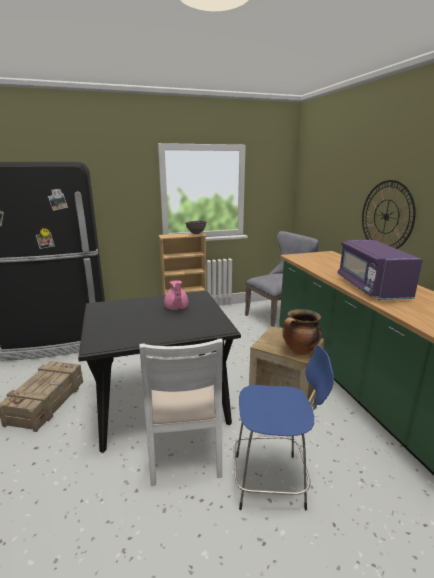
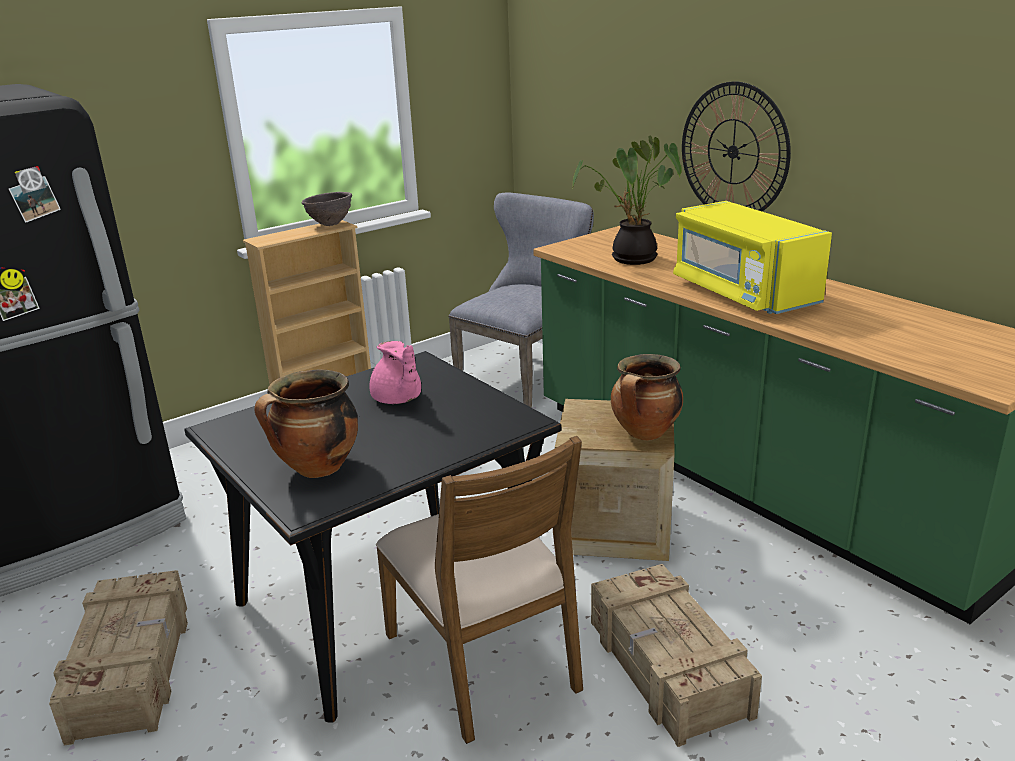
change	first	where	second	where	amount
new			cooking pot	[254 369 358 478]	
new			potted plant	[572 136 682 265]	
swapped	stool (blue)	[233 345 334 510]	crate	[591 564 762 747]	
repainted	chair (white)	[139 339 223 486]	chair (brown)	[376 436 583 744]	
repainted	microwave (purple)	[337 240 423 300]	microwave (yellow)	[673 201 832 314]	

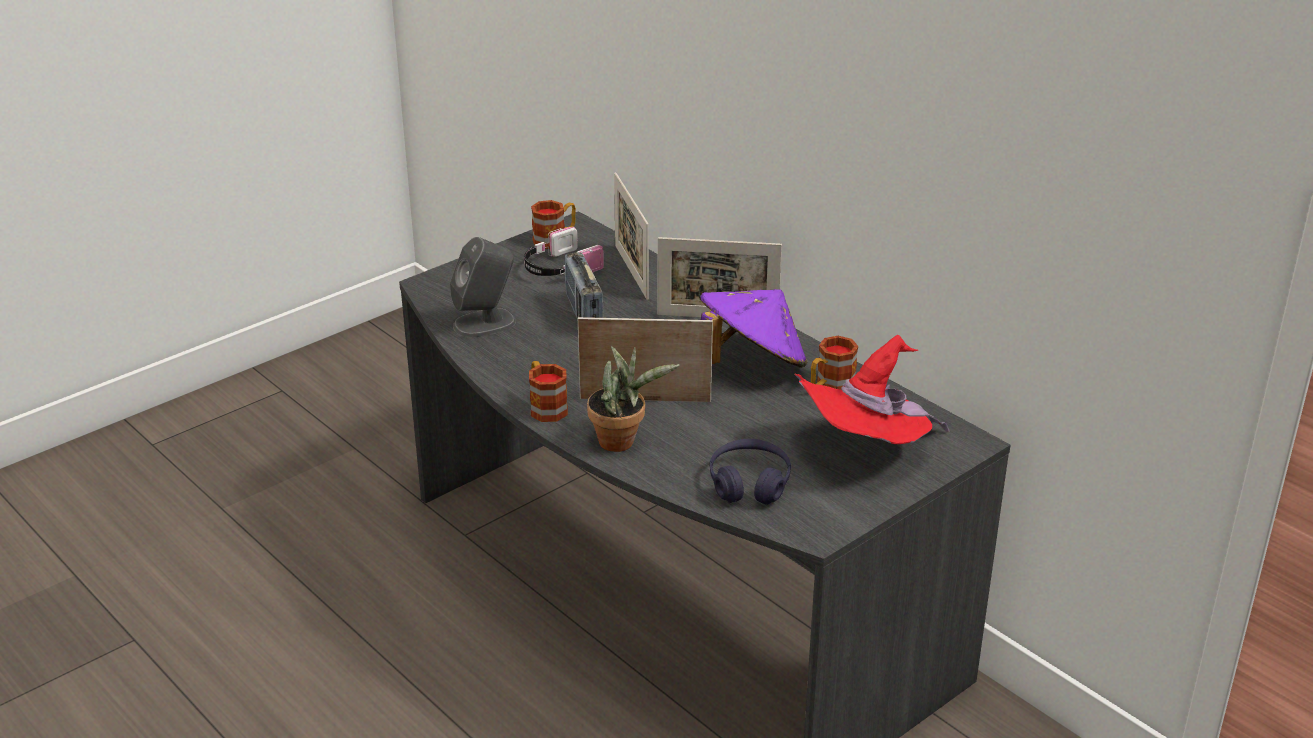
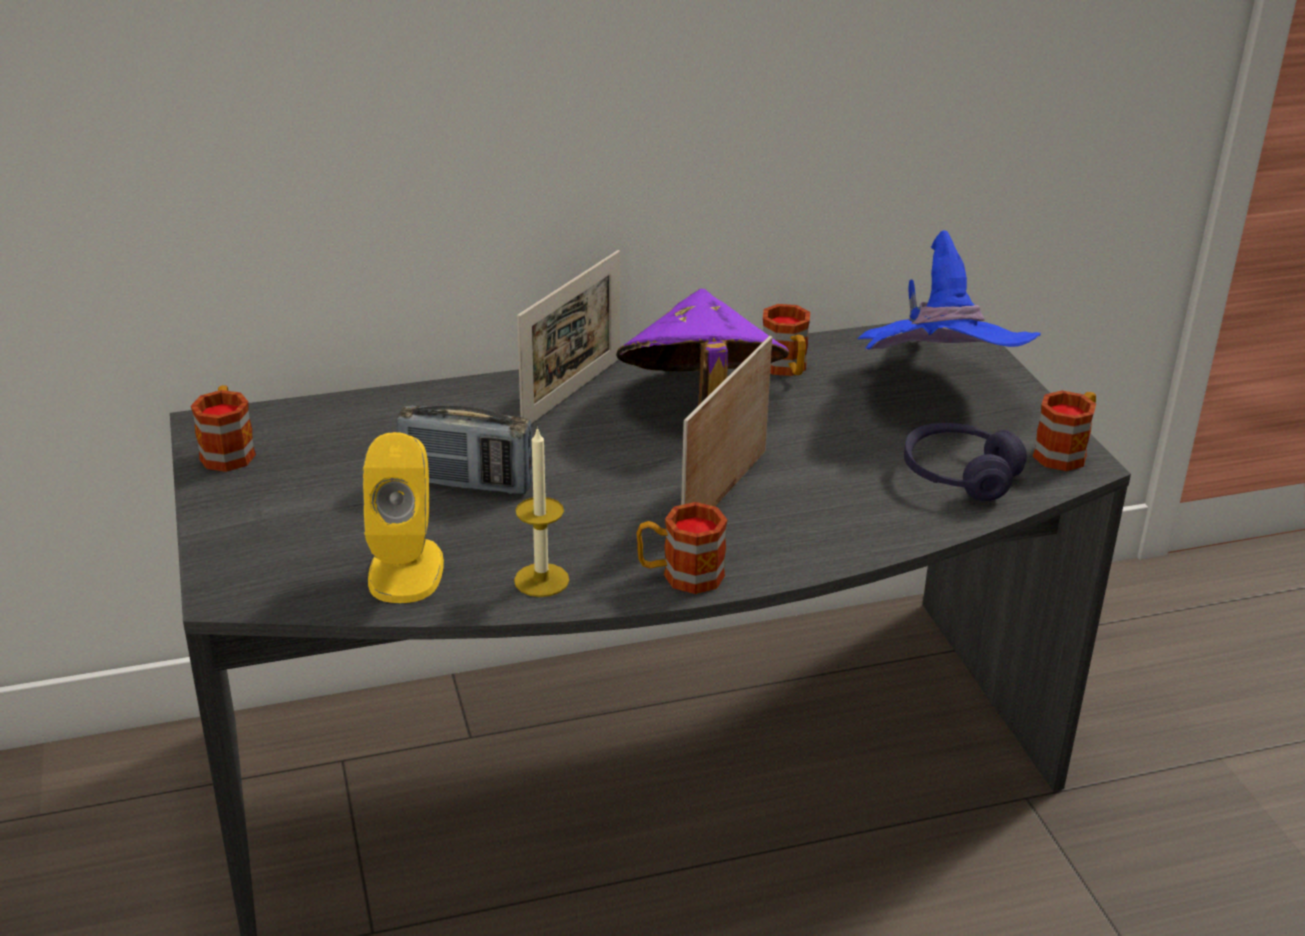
change	first	where	second	where	amount
gone	headphones	[524 227 604 276]			
gone	potted plant	[587 346 680 452]			
gone	picture frame	[614 172 649 300]			
new			candle	[514 427 569 597]	
new			mug	[1033 390 1096 471]	
repainted	speaker (grey)	[450 237 516 337]	speaker (yellow)	[363 432 444 603]	
repainted	hat (red)	[794 335 950 444]	hat (blue)	[858 230 1041 350]	

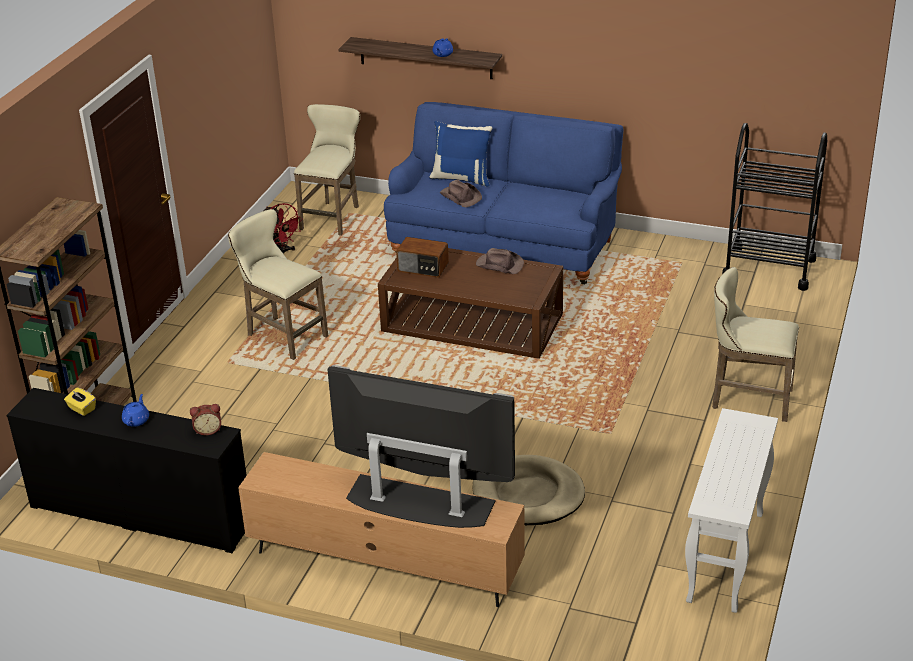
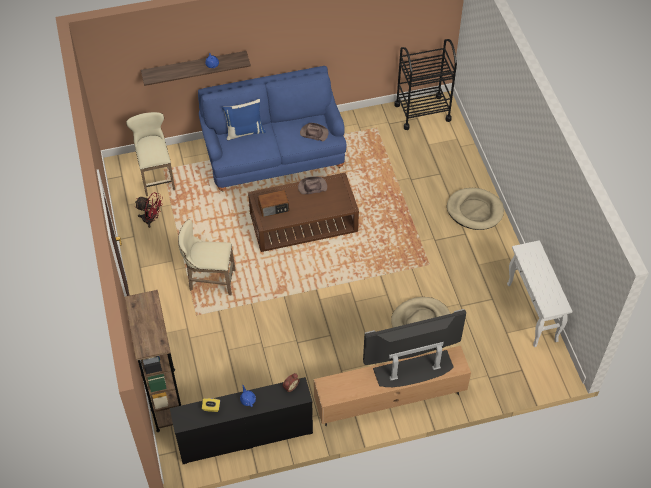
change	first	where	second	where	amount
shifted	hat (brown)	[440 179 482 207]		[300 123 329 141]	
swapped	stool (beige)	[712 267 799 422]	dog bed (beige)	[447 188 504 230]	

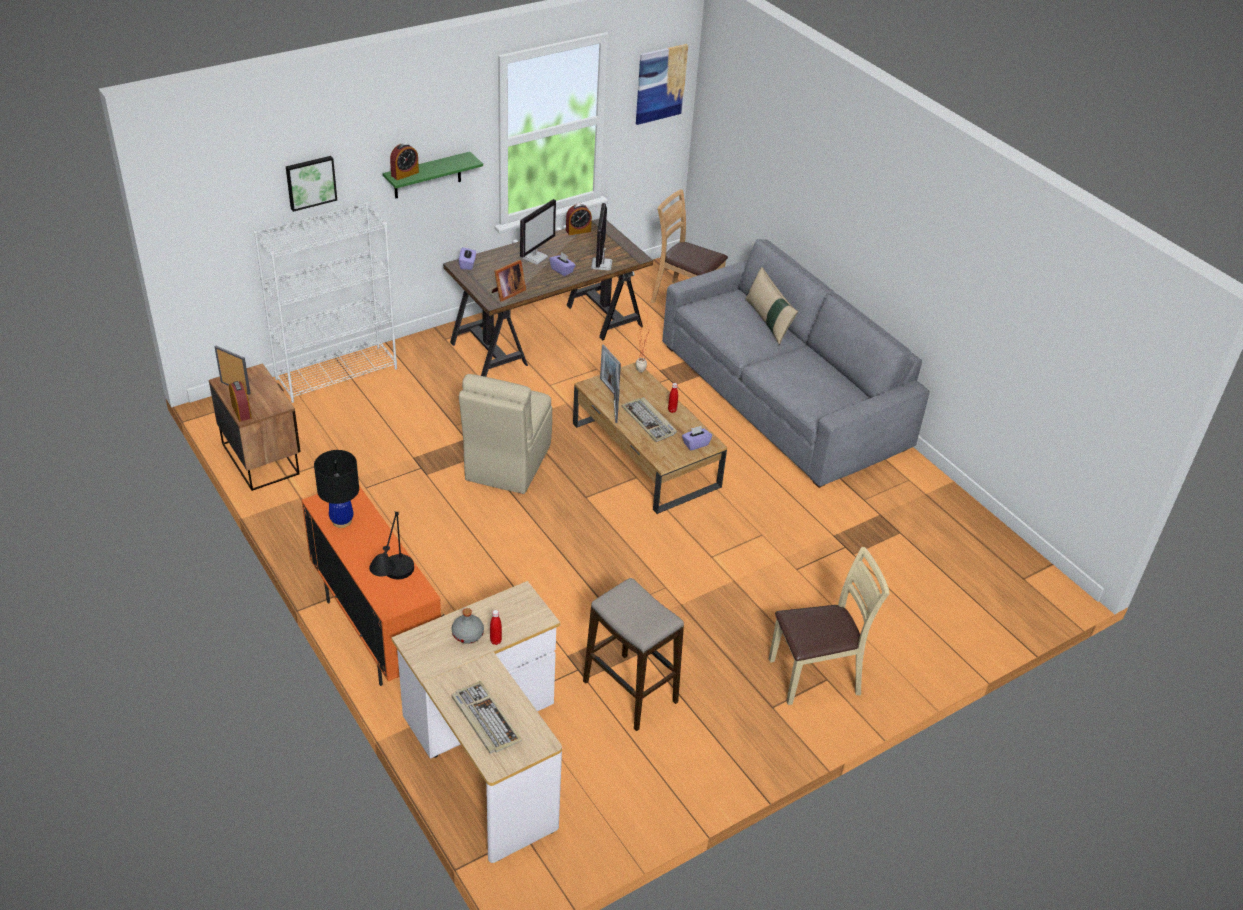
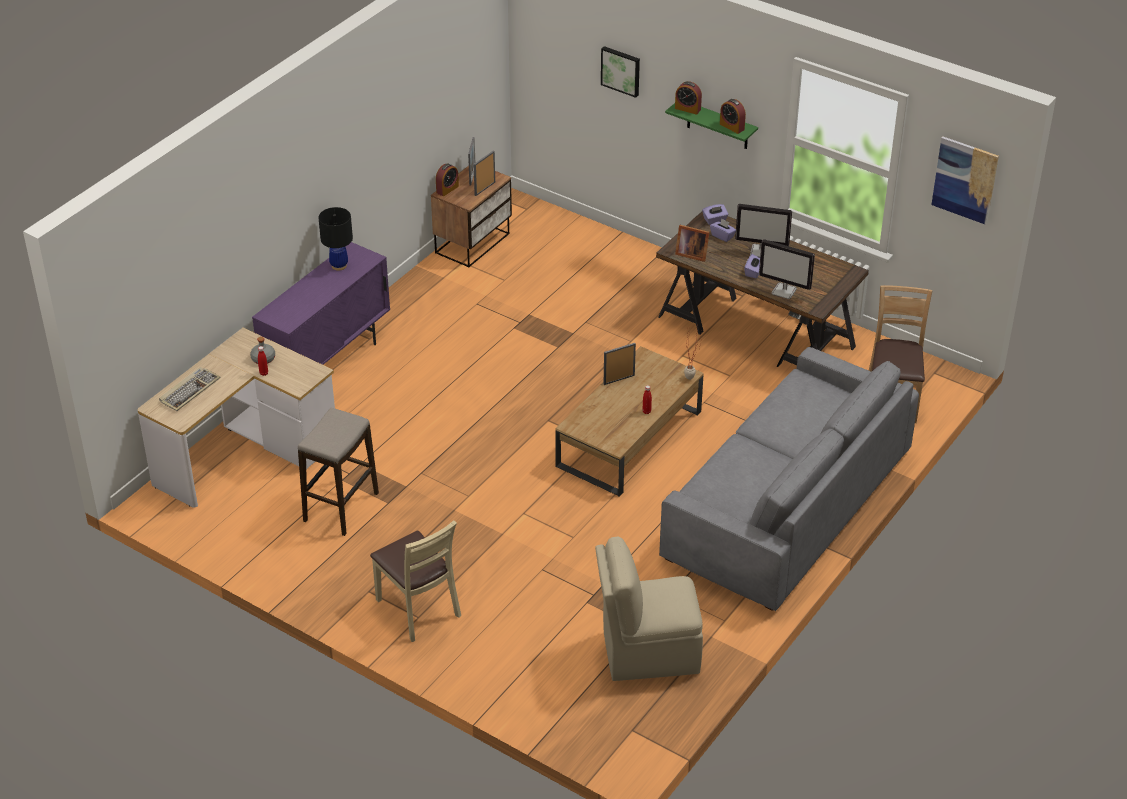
change	first	where	second	where	amount
gone	bookcase (white)	[254 203 397 403]			
gone	table lamp (black)	[369 511 414 579]			
gone	keyboard	[622 397 677 442]			
gone	pillow (beige)	[745 267 798 345]			
shifted	chair (beige)	[459 374 552 494]		[595 536 703 681]	
shifted	alarm clock	[566 204 592 235]		[720 99 746 134]	
shifted	picture frame	[600 344 621 394]		[474 150 495 196]	
shifted	tissue box (purple)	[682 426 712 450]		[710 218 736 242]	
repainted	cabinet (orange)	[301 486 444 686]	cabinet (purple)	[252 242 390 365]	
rotated	monitor	[591 203 612 270]		[759 239 815 299]	135 degrees counterclockwise

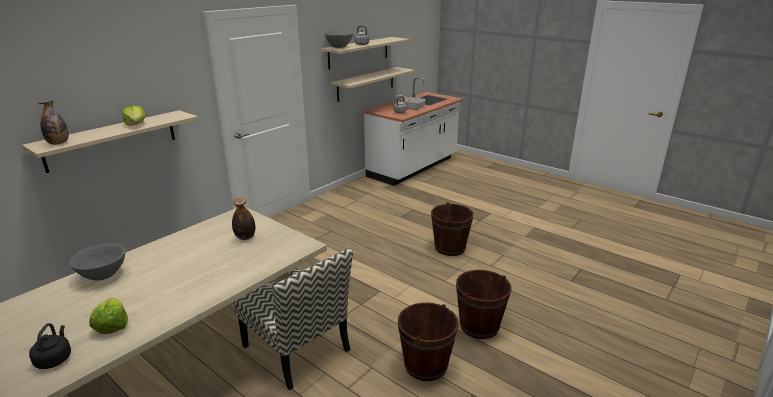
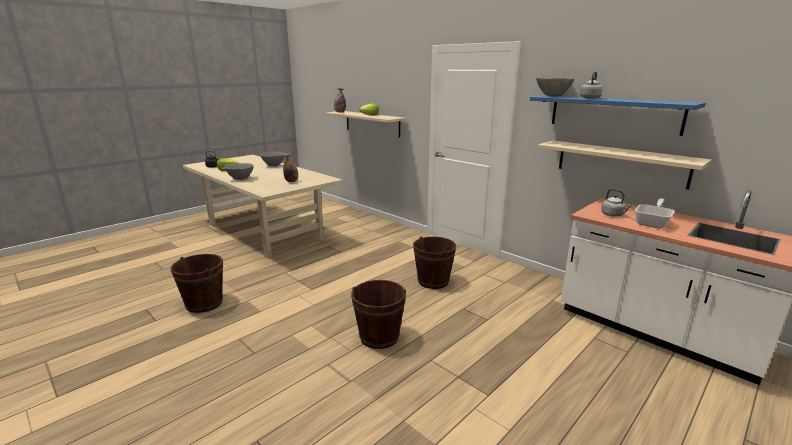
change	first	where	second	where	amount
gone	chair	[233 248 353 390]			
new			bowl (grey)	[225 163 254 180]	
shifted	bucket (brown)	[456 270 511 339]		[413 236 456 289]	
repainted	shelf (beige)	[321 37 409 70]	shelf (blue)	[530 95 705 136]	

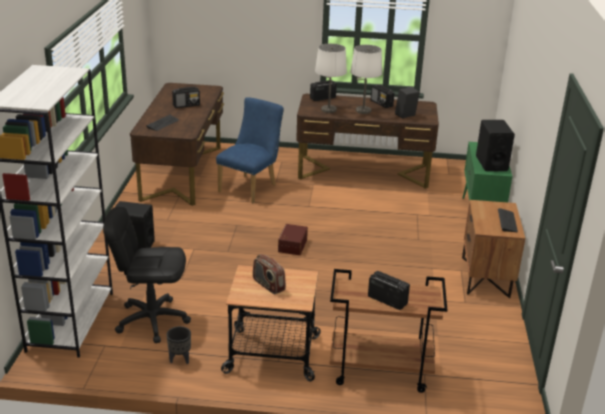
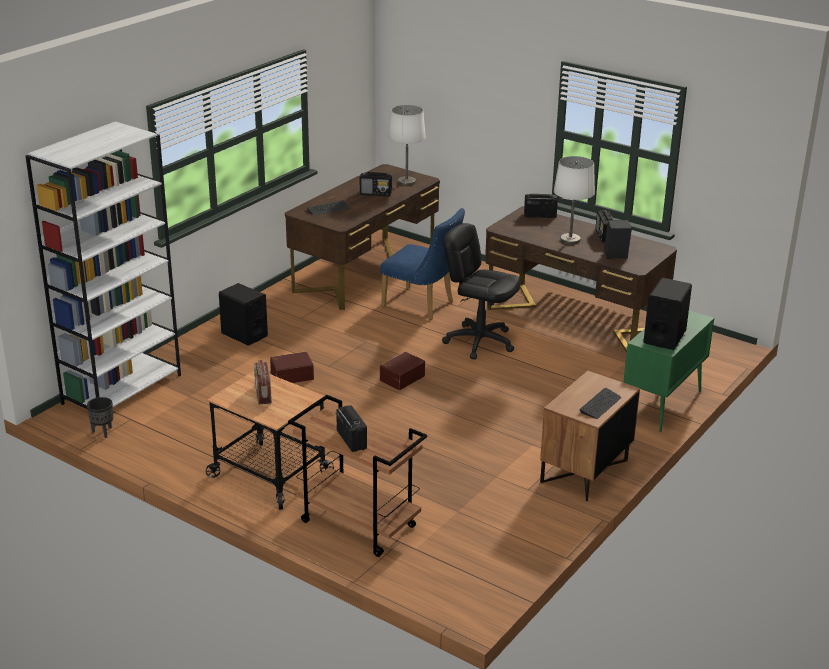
change	first	where	second	where	amount
new			storage box (brown)	[270 352 314 383]	
shifted	office chair (black)	[103 207 191 343]		[442 223 520 359]	
shifted	planter (black)	[166 326 191 364]		[87 397 113 438]	
shifted	table lamp (white)	[315 44 347 113]		[389 105 426 186]	
rotated	chair (blue)	[216 97 284 203]		[380 208 465 319]	60 degrees clockwise

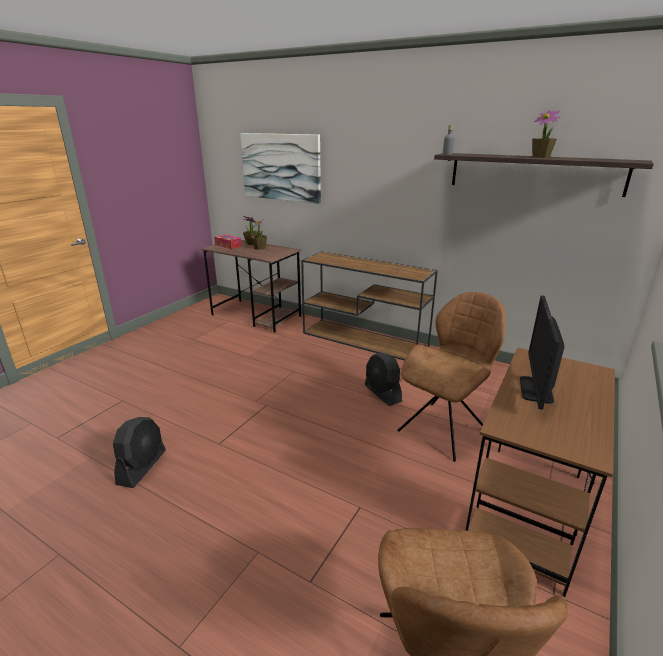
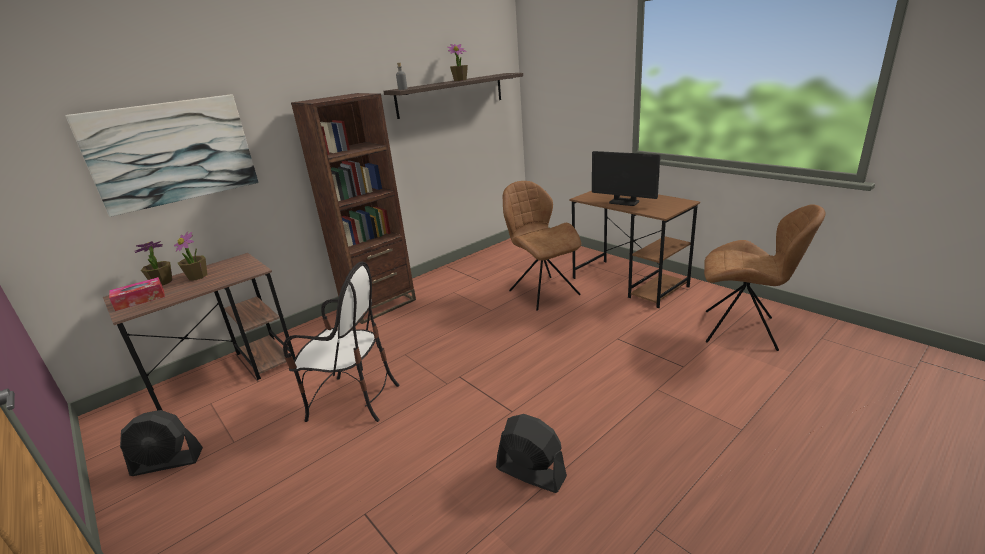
change	first	where	second	where	amount
new			chair	[283 261 399 422]	
shifted	fan (black)	[365 353 402 406]		[120 410 203 476]	
swapped	console table (brown)	[301 251 438 361]	bookcase (brown)	[291 93 416 324]	

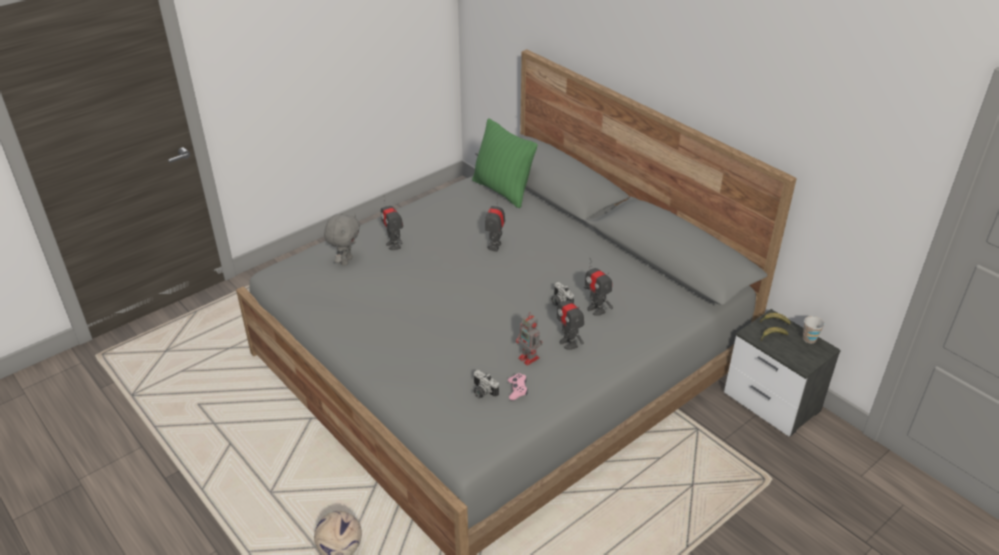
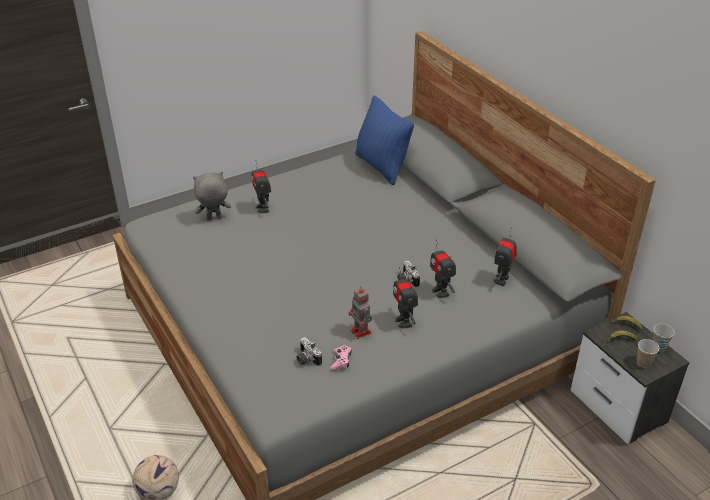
change	first	where	second	where	amount
new			cup	[637 339 660 368]	
shifted	toy robot	[485 195 505 252]		[494 227 517 286]	
repainted	pillow (green)	[472 118 538 208]	pillow (blue)	[355 95 414 185]	
rotated	plush toy (grey)	[324 213 360 265]		[193 172 231 220]	135 degrees counterclockwise

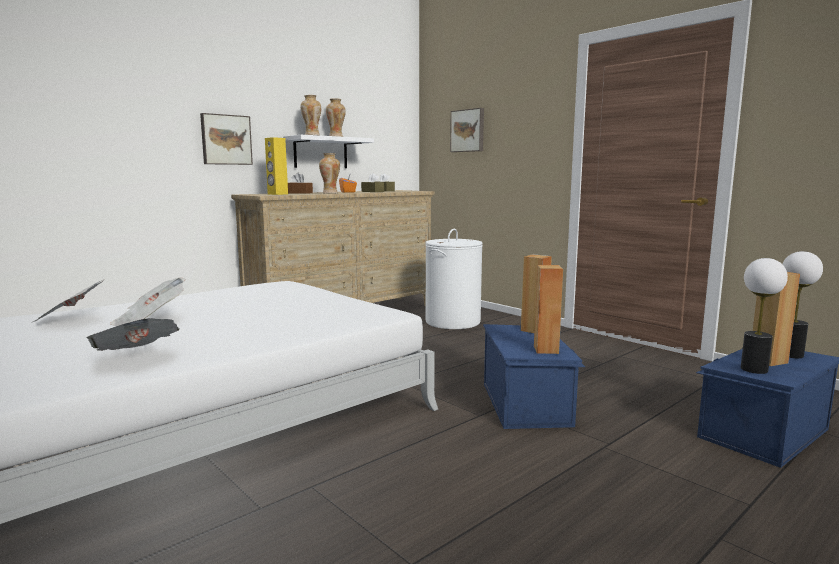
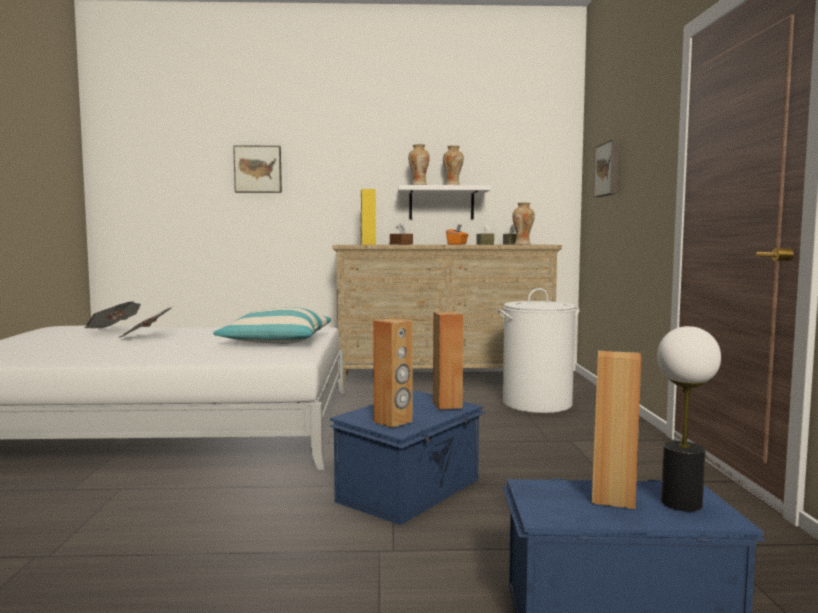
change	first	where	second	where	amount
gone	newspaper	[86 318 179 351]			
gone	table lamp	[741 258 788 374]			
new			pillow	[213 307 331 344]	
shifted	picture	[200 113 253 165]		[233 145 282 193]	
shifted	vase	[319 153 340 193]		[512 203 535 245]	

